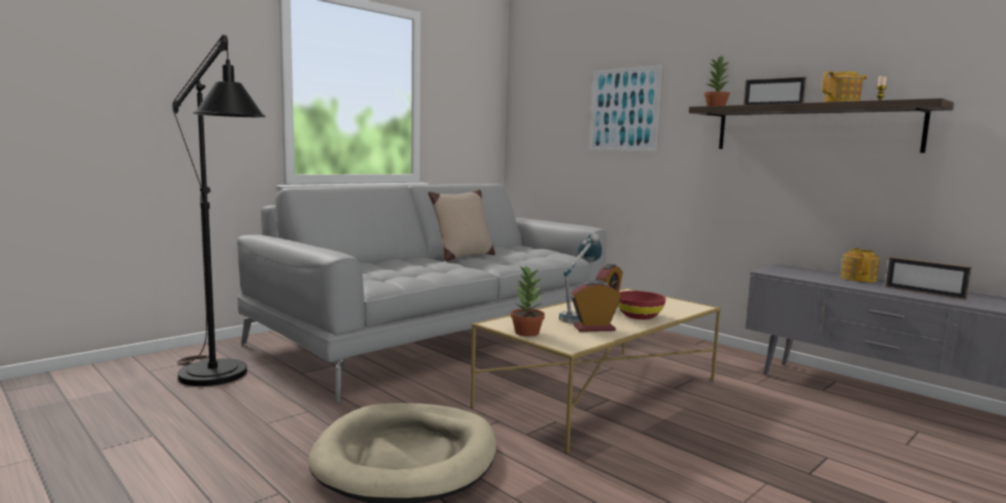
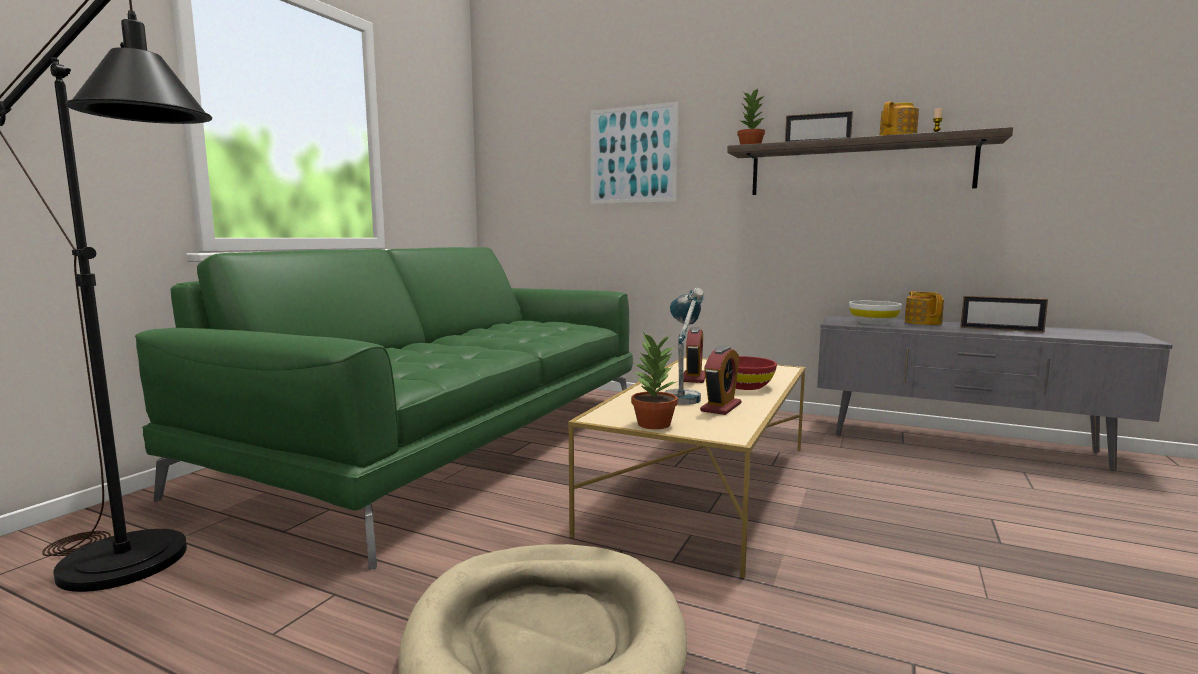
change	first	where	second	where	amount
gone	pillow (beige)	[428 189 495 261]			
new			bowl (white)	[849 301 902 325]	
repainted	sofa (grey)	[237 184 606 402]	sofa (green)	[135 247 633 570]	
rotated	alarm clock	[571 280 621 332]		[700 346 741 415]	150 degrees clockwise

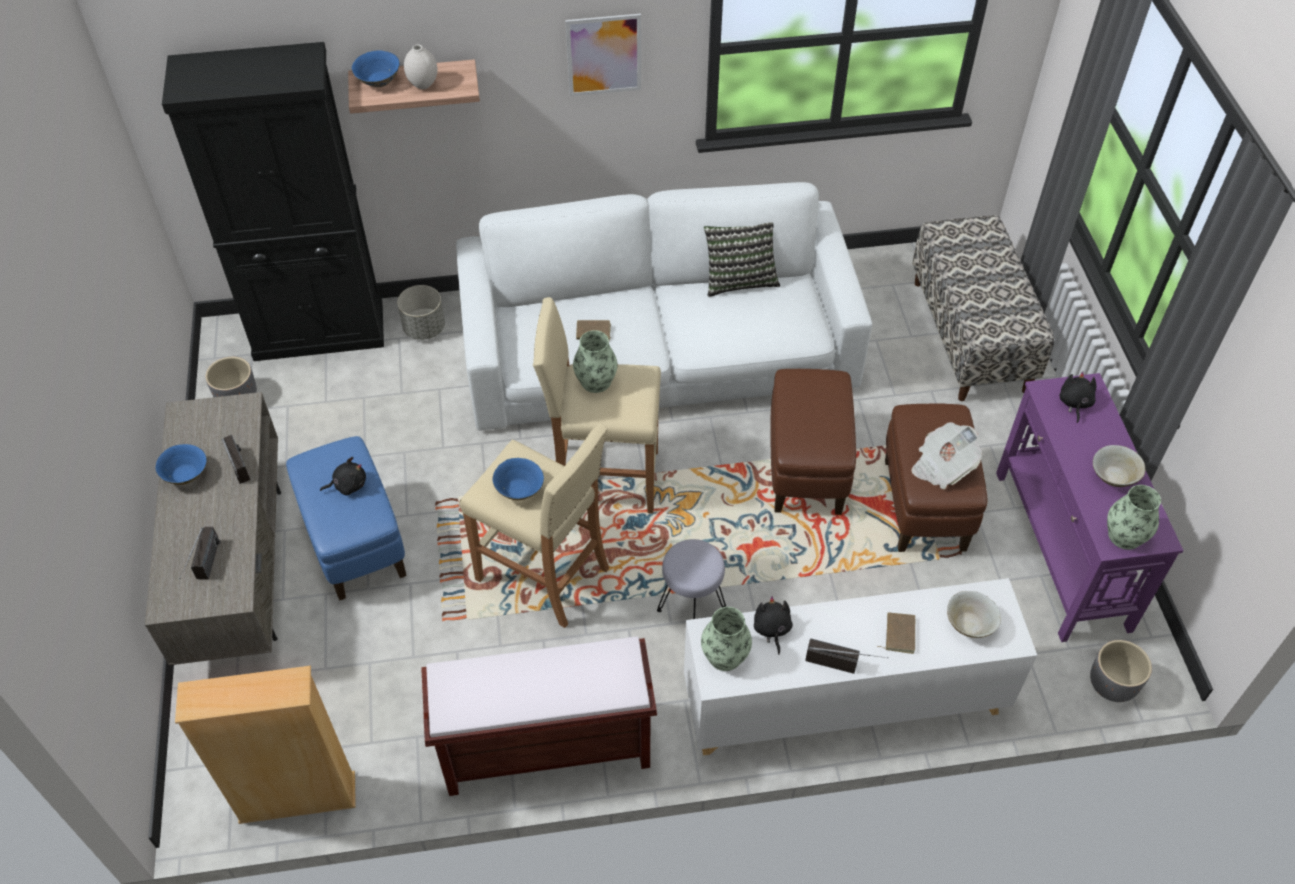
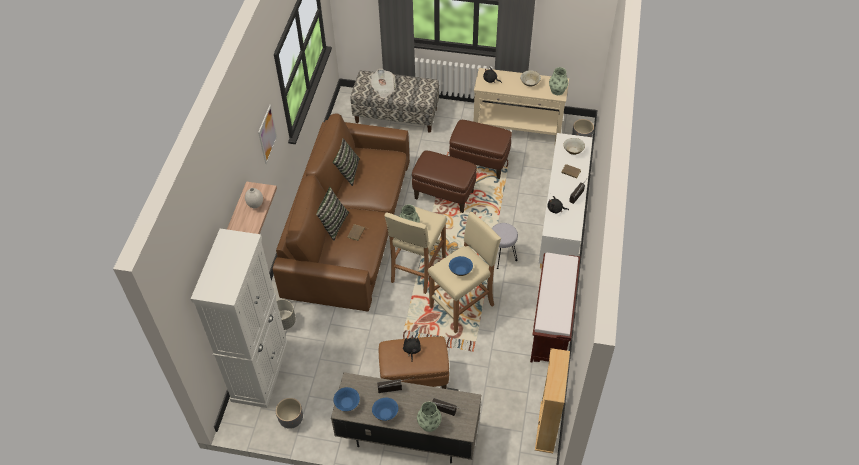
change	first	where	second	where	amount
new			pillow	[316 187 349 241]	
shifted	bowl (blue)	[352 51 400 87]		[333 387 360 411]	
shifted	vase	[701 607 752 671]		[417 402 442 432]	
shifted	newspaper	[911 422 982 489]		[371 69 396 98]	
repainted	cabinet (black)	[162 42 384 361]	cabinet (white)	[191 229 288 408]	
repainted	ottoman (blue)	[286 436 406 601]	ottoman (brown)	[379 336 449 389]	
repainted	sofa (white)	[456 182 872 431]	sofa (brown)	[273 113 410 311]	
repainted	console table (purple)	[996 373 1184 642]	console table (beige)	[474 68 569 143]	

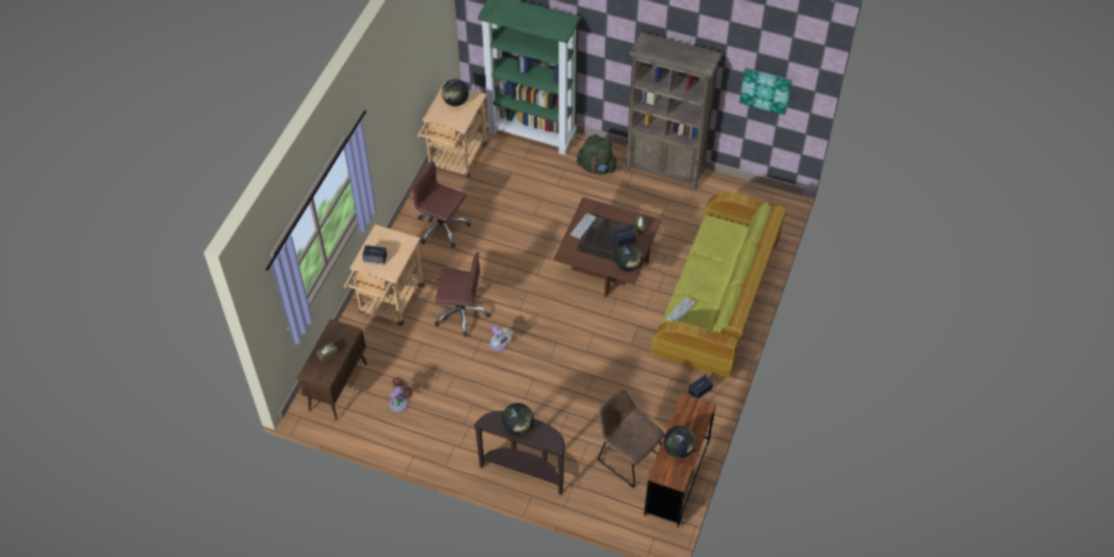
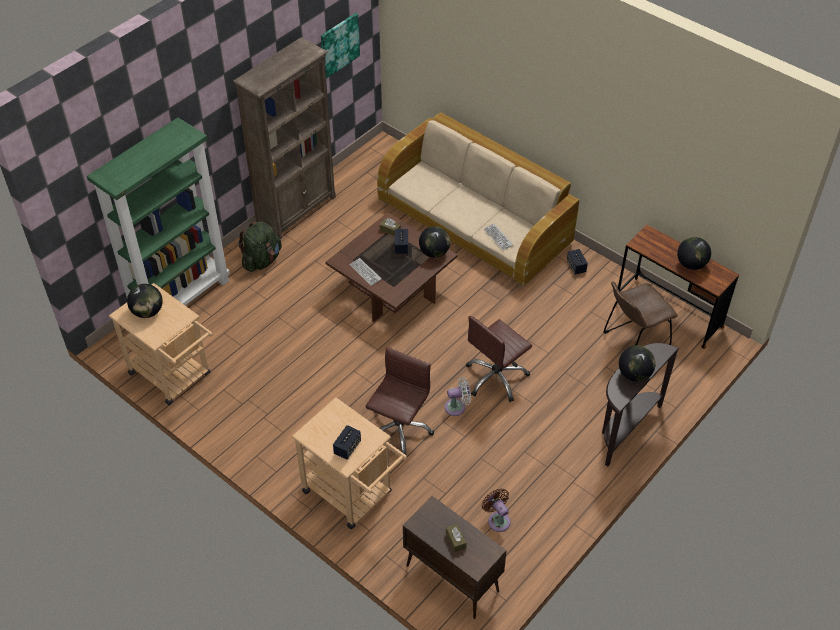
change	first	where	second	where	amount
shifted	office chair (brown)	[412 160 471 248]		[466 316 532 402]	
repainted	sofa (green)	[651 192 786 379]	sofa (beige)	[377 113 579 286]	

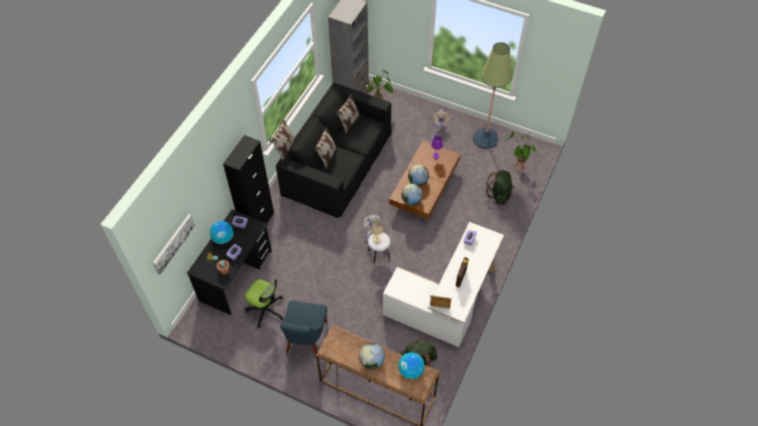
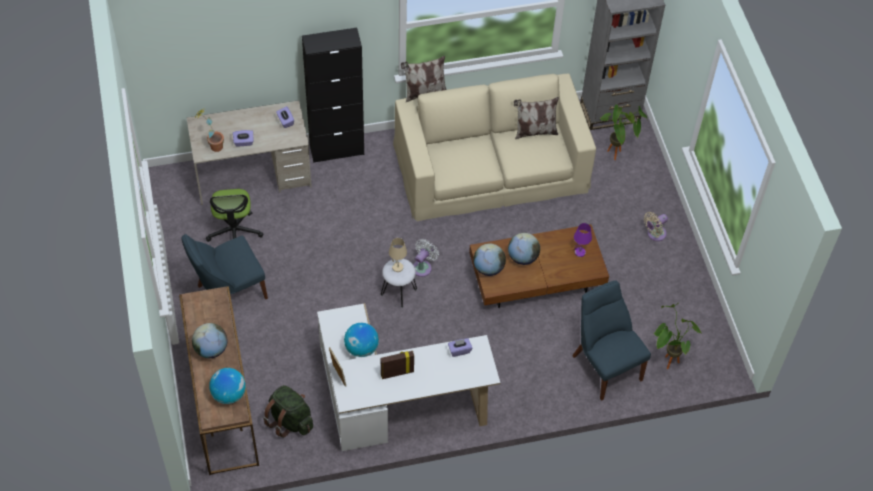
change	first	where	second	where	amount
gone	picture	[153 214 195 274]			
gone	pillow	[314 127 337 168]			
gone	floor lamp	[473 42 512 149]			
shifted	globe	[210 221 234 244]		[344 322 379 357]	
swapped	backpack (green)	[486 170 515 205]	chair (blue)	[572 280 651 401]	
repainted	desk (black)	[187 209 272 315]	desk (beige)	[187 100 312 205]	
repainted	sofa (black)	[276 83 392 218]	sofa (beige)	[393 73 596 221]	

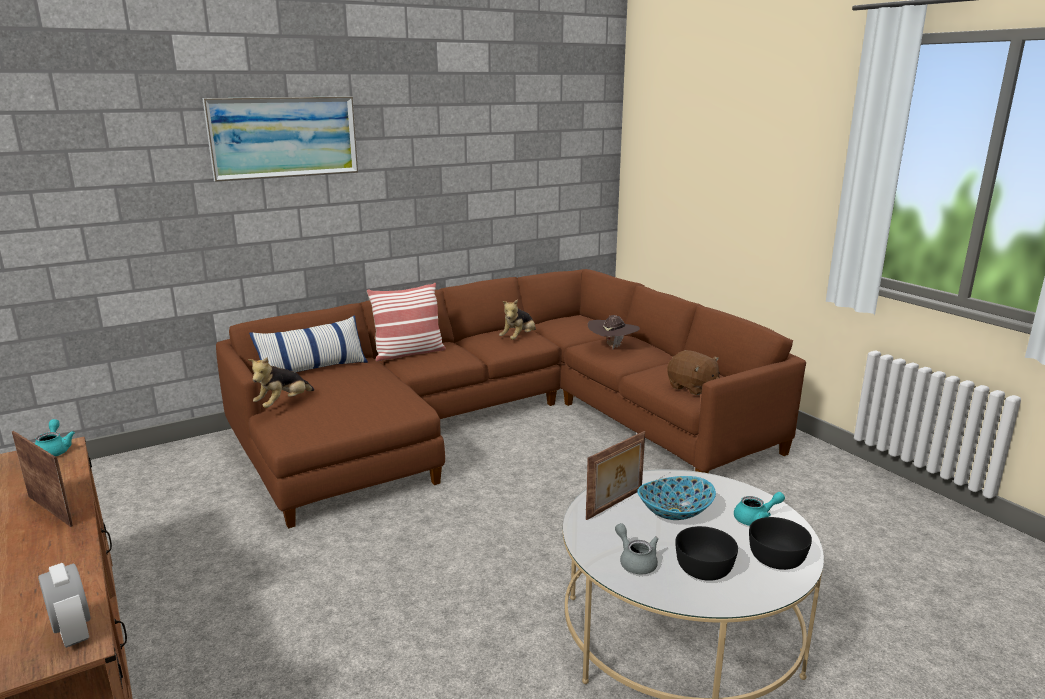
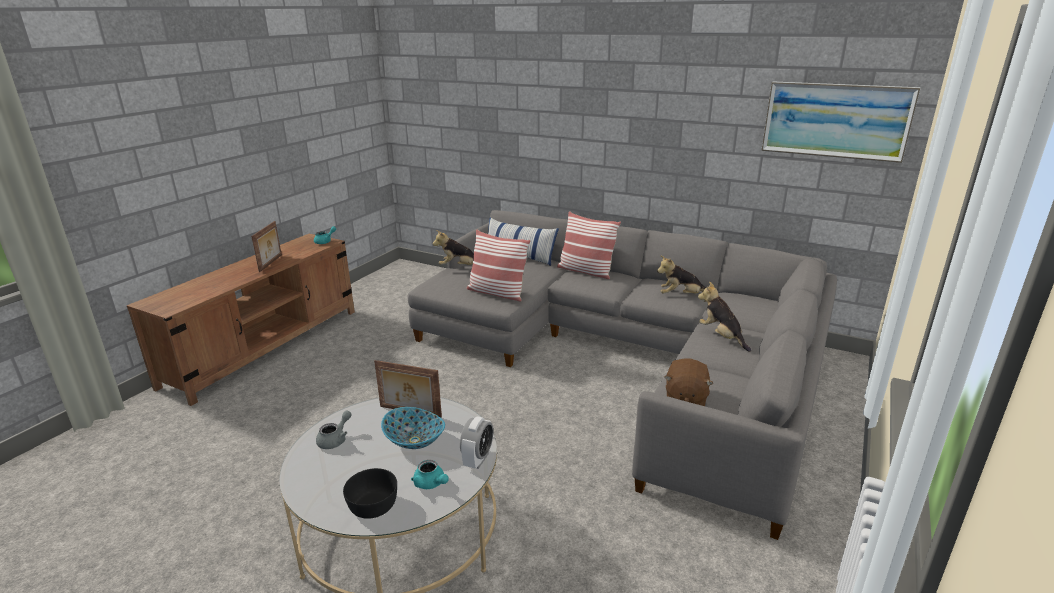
change	first	where	second	where	amount
gone	bowl (black)	[675 526 738 581]			
new			pillow	[467 229 531 301]	
shifted	alarm clock	[38 563 91 648]		[460 416 494 469]	
shifted	picture	[202 96 358 182]		[761 81 920 163]	
swapped	hat (brown)	[588 315 640 349]	plush toy	[698 282 751 352]	
repainted	sofa (brown)	[216 269 806 529]	sofa (grey)	[408 210 837 540]	

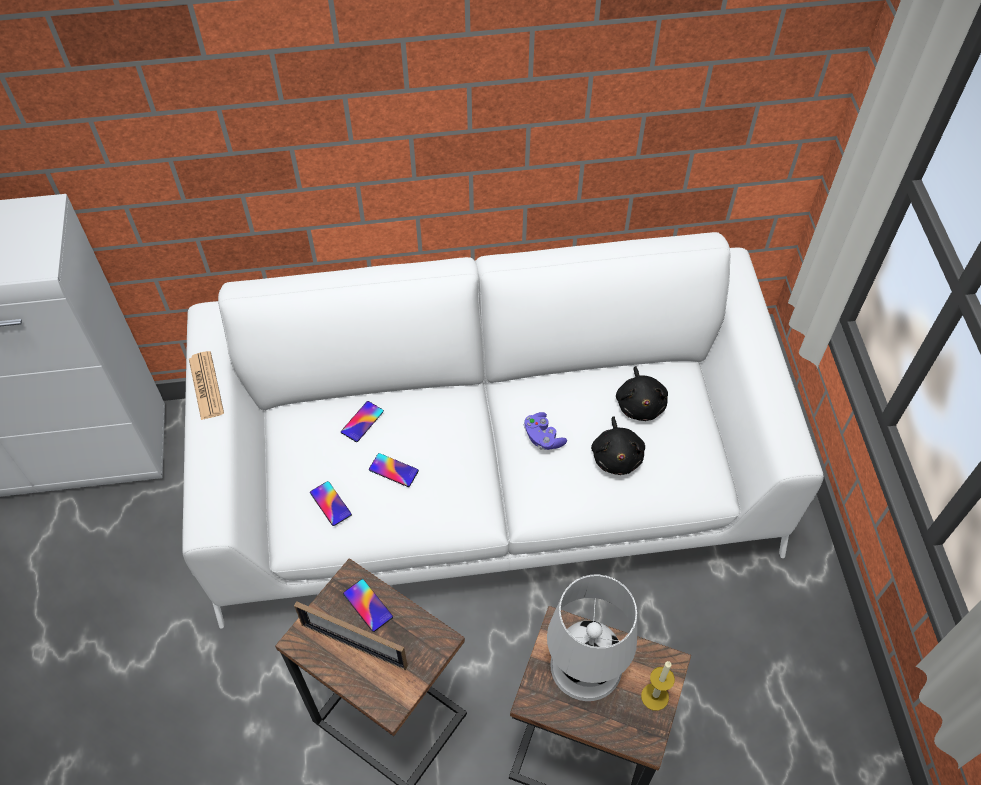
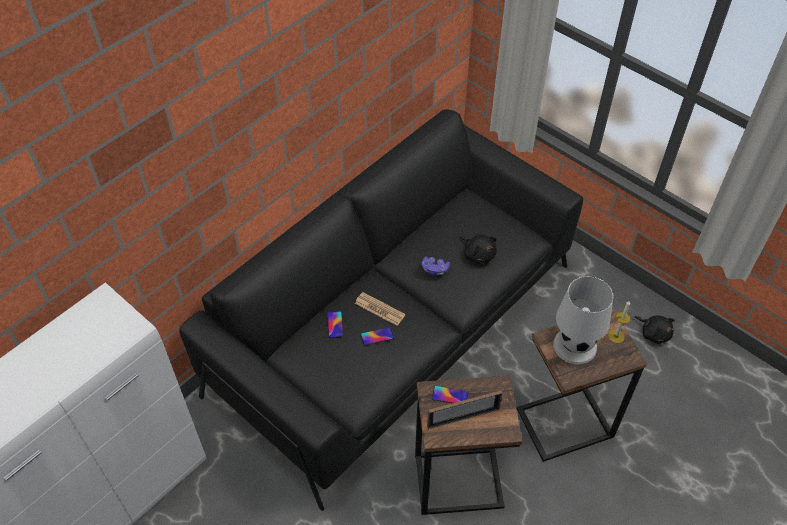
change	first	where	second	where	amount
gone	phone	[310 481 352 526]			
shifted	newspaper	[189 351 224 420]		[355 292 405 326]	
shifted	plush toy (black)	[616 366 668 421]		[634 316 675 344]	
repainted	sofa (white)	[182 232 824 628]	sofa (black)	[179 109 583 511]	

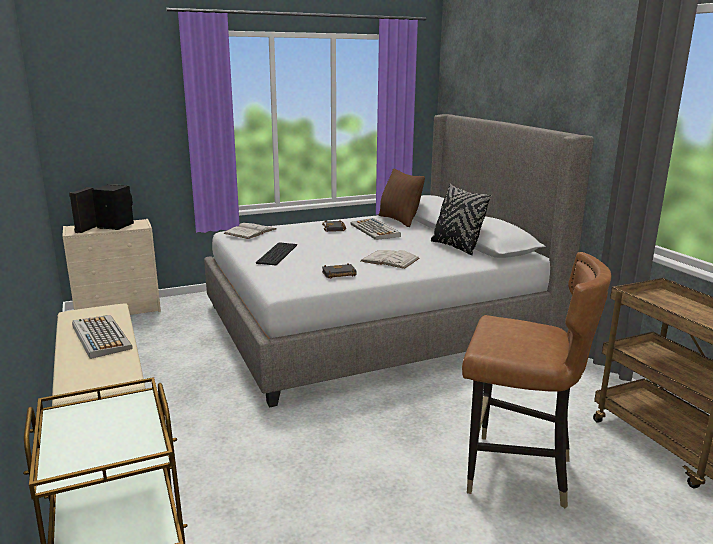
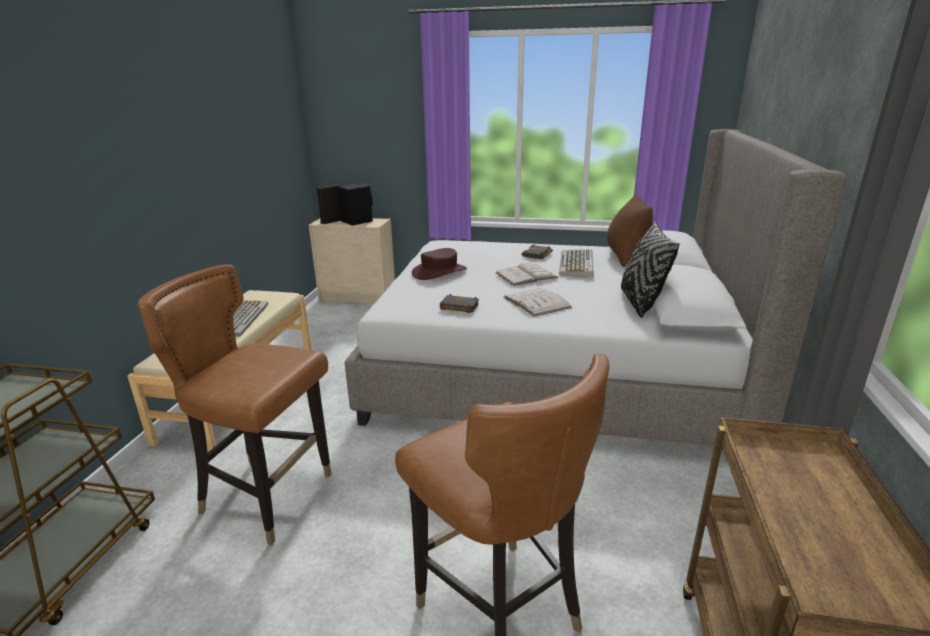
change	first	where	second	where	amount
new			chair (brown)	[138 264 331 545]	
shifted	book (white)	[224 223 276 239]		[496 263 559 286]	
swapped	keyboard	[256 242 297 266]	hat (brown)	[412 248 467 280]	

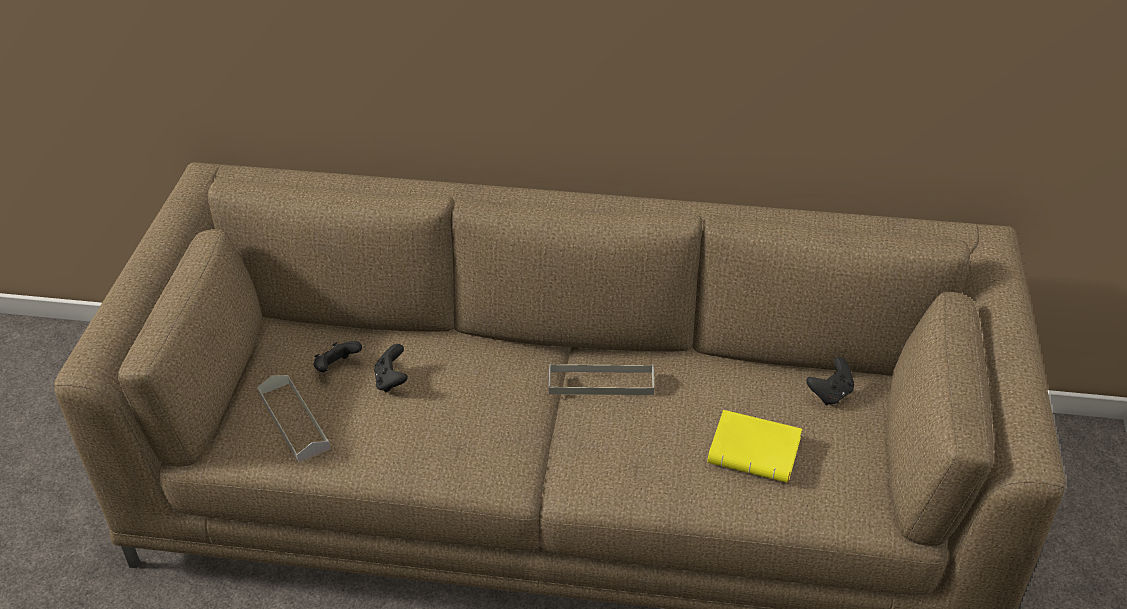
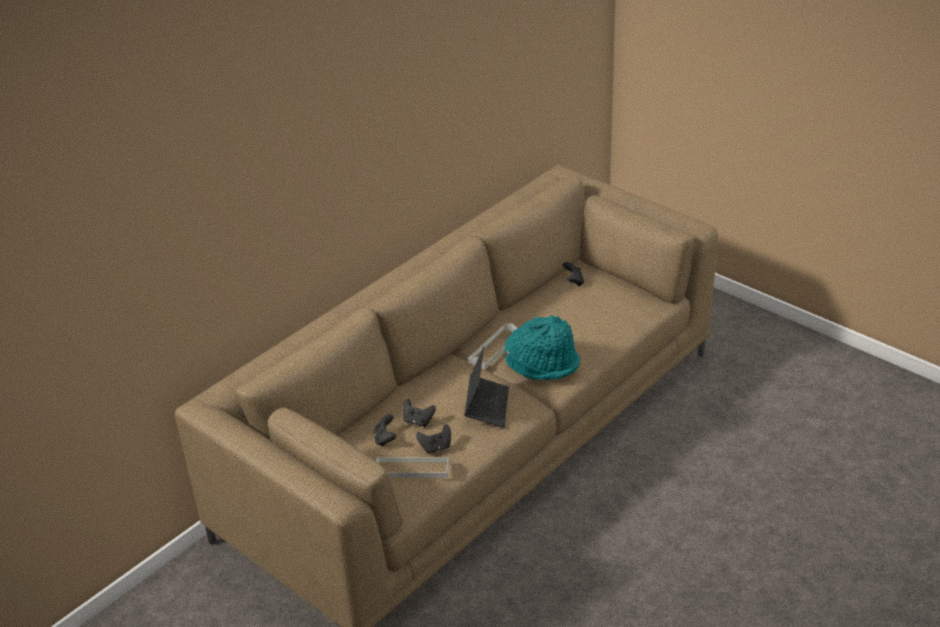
change	first	where	second	where	amount
gone	book (yellow)	[708 410 802 483]			
new			game controller (black)	[416 424 451 454]	
new			laptop	[464 346 509 428]	
new			hat (turquoise)	[505 315 580 380]	

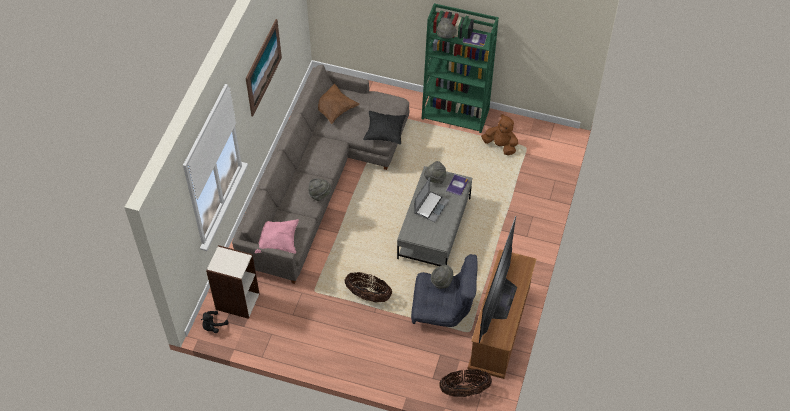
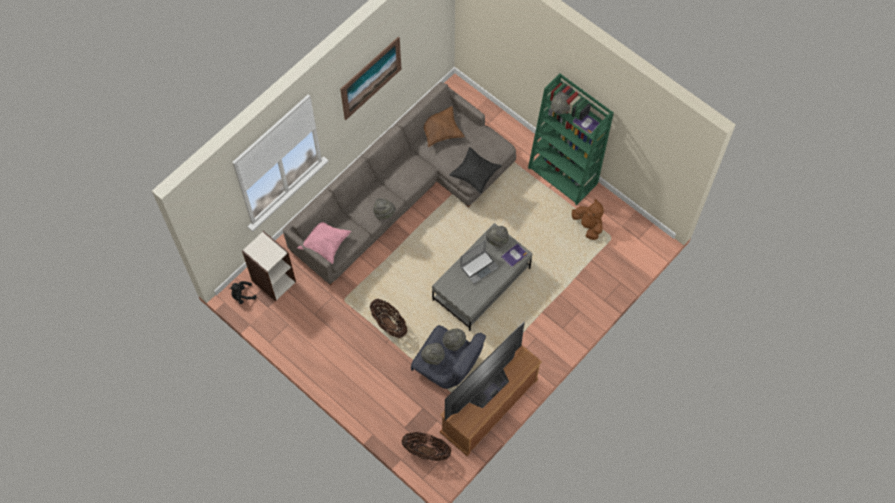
change	first	where	second	where	amount
new			hat (grey)	[421 343 445 365]	

